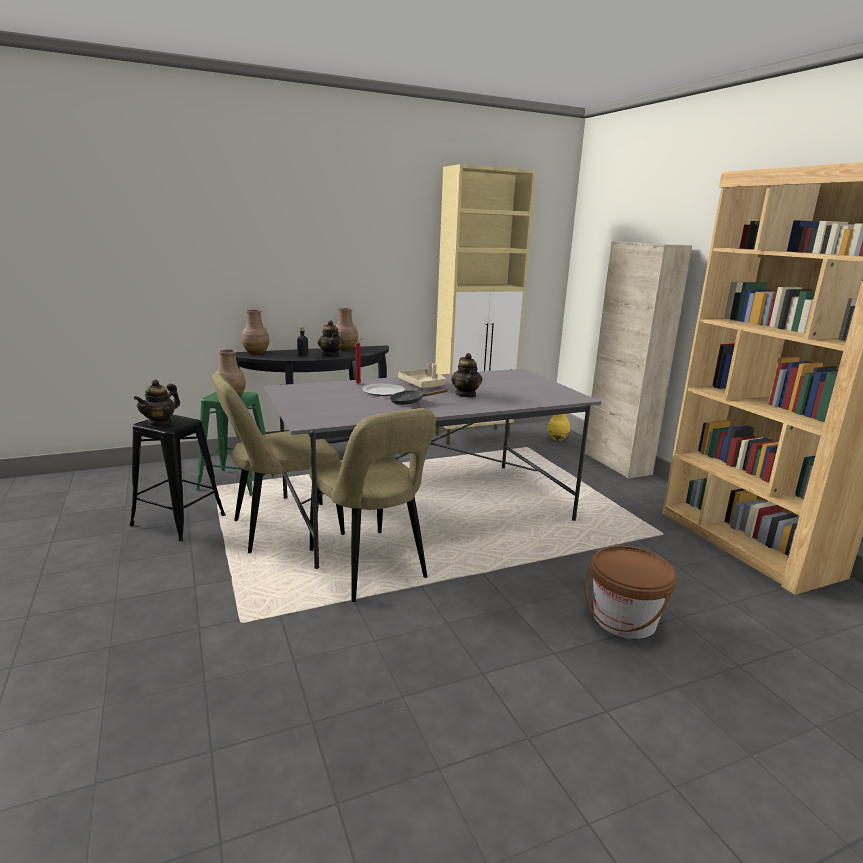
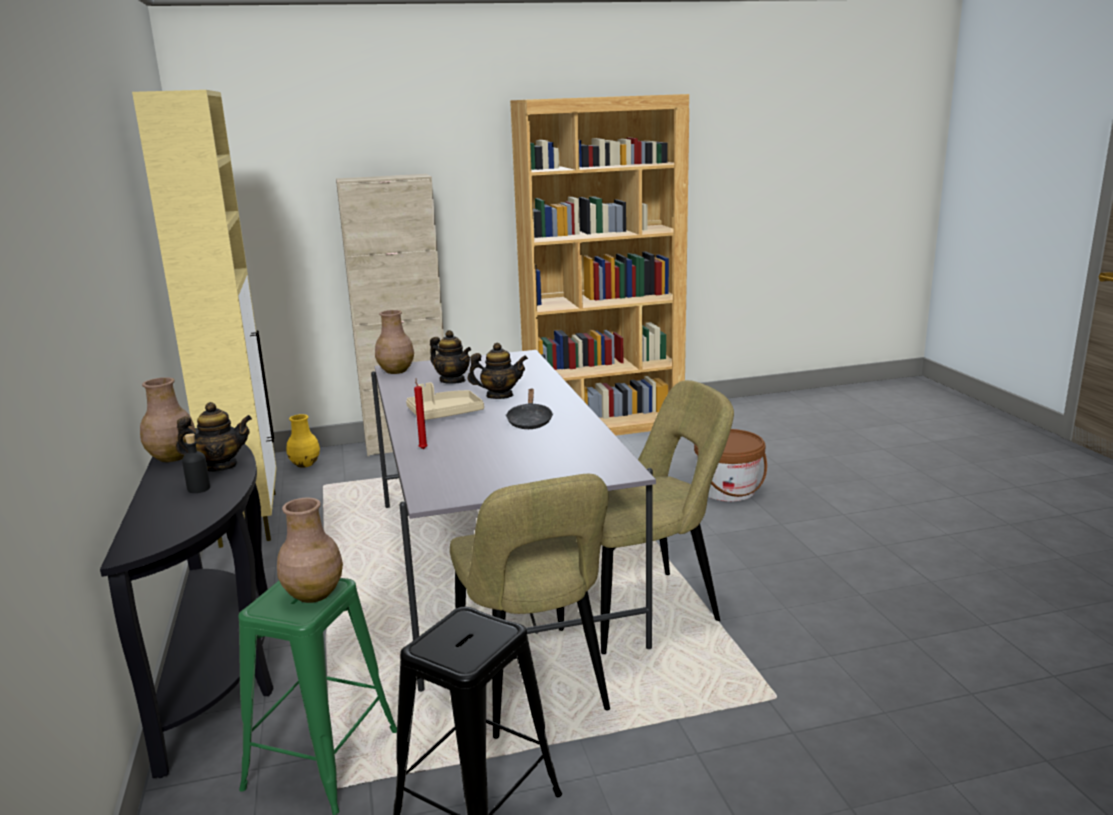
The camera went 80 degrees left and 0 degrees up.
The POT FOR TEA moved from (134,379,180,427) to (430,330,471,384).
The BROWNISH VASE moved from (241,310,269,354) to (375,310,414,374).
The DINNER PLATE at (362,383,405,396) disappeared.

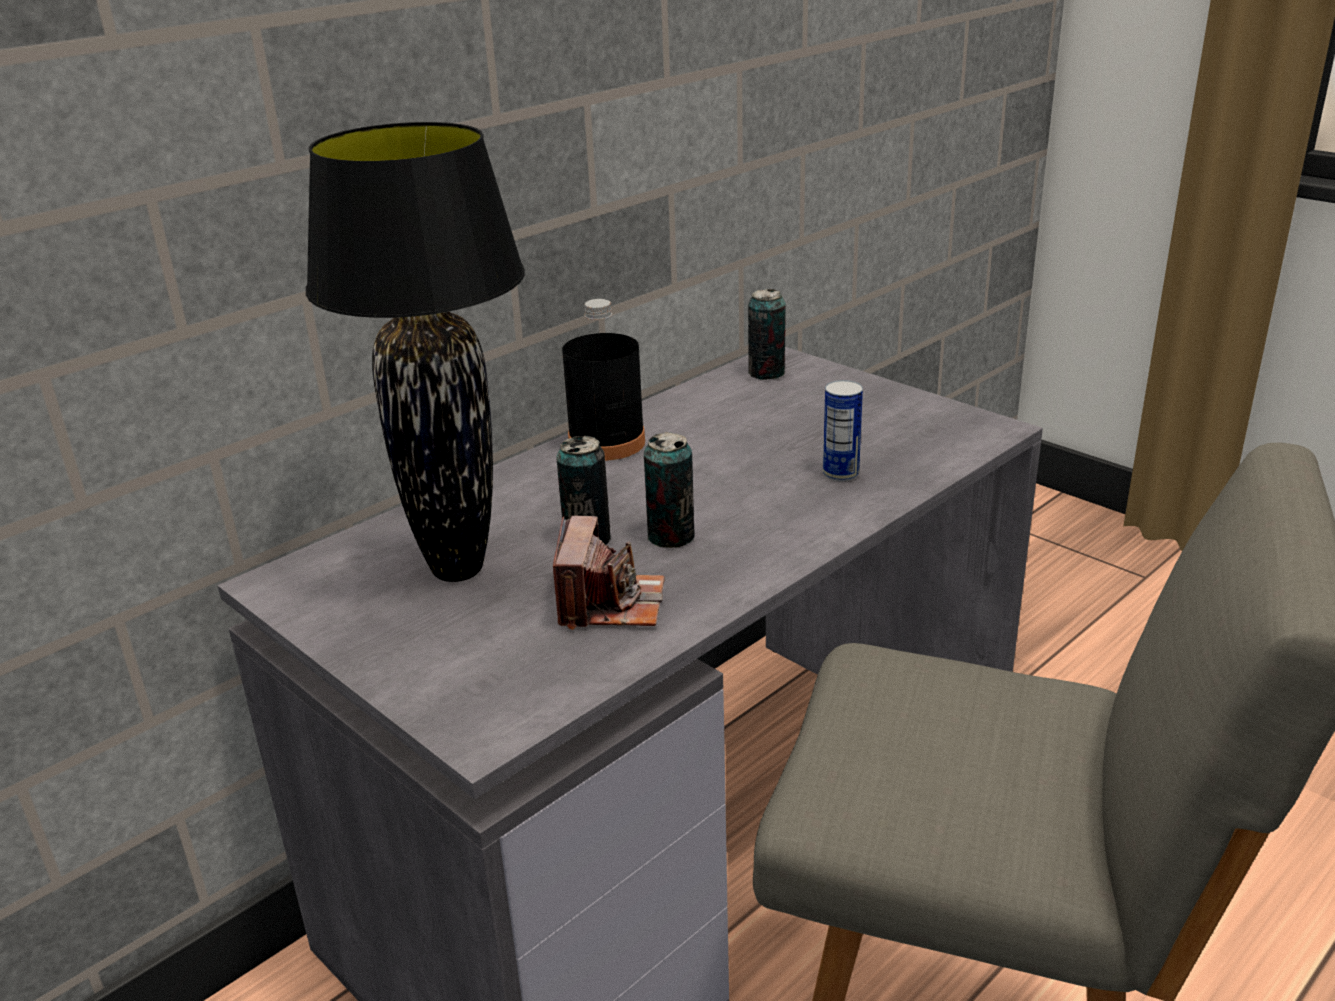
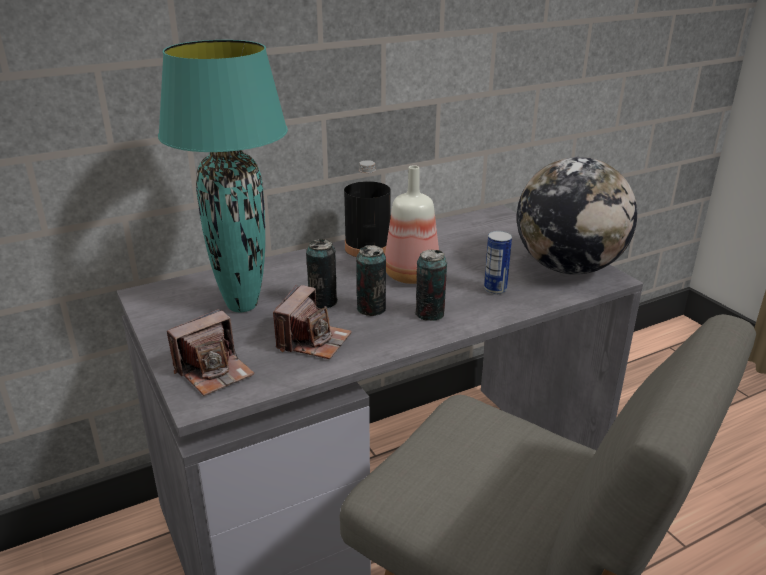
The camera went 15 degrees right and 0 degrees up.
The BLACK LAMP FOR A TABLE at (306,122,525,582) became the TURQUOISE LAMP FOR A TABLE at (158,40,288,312).
The SEALED CAN moved from (748,289,786,380) to (415,250,447,321).
The PHOTO CAMERA at (167,309,255,396) appeared.
The BOTTLE at (385,165,439,284) appeared.
The WORLD GLOBE at (517,157,637,275) appeared.

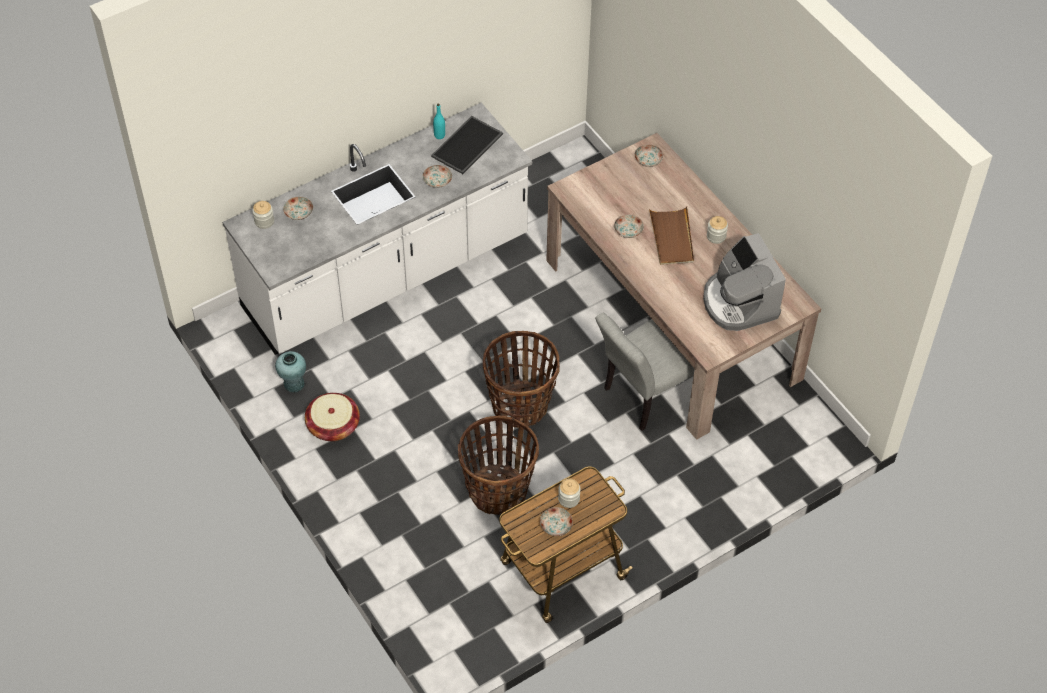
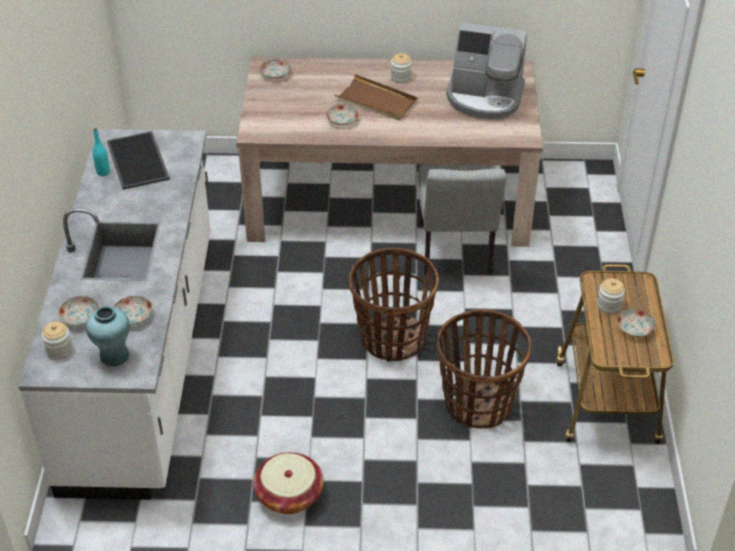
The camera went 55 degrees left and 10 degrees down.
The TURQUOISE VASE moved from (275,351,306,392) to (86,306,130,366).
The DINNER PLATE moved from (422,165,452,188) to (114,296,153,325).

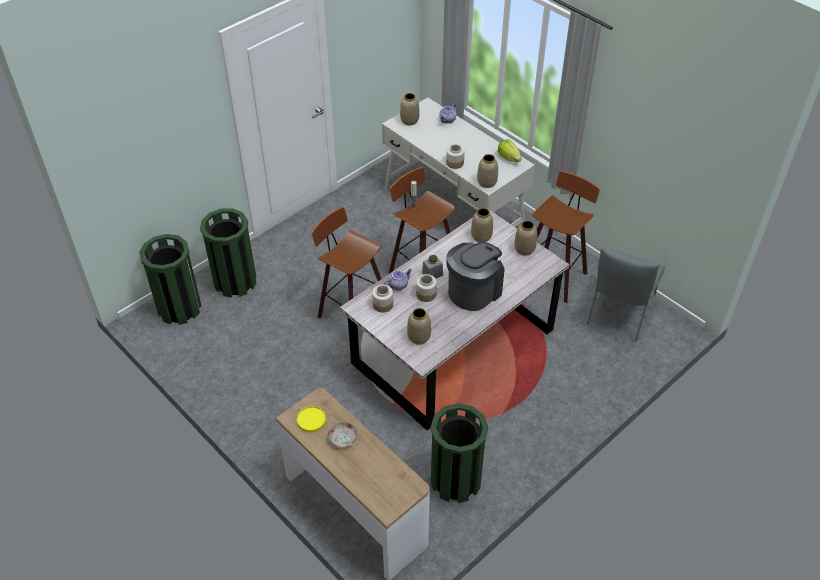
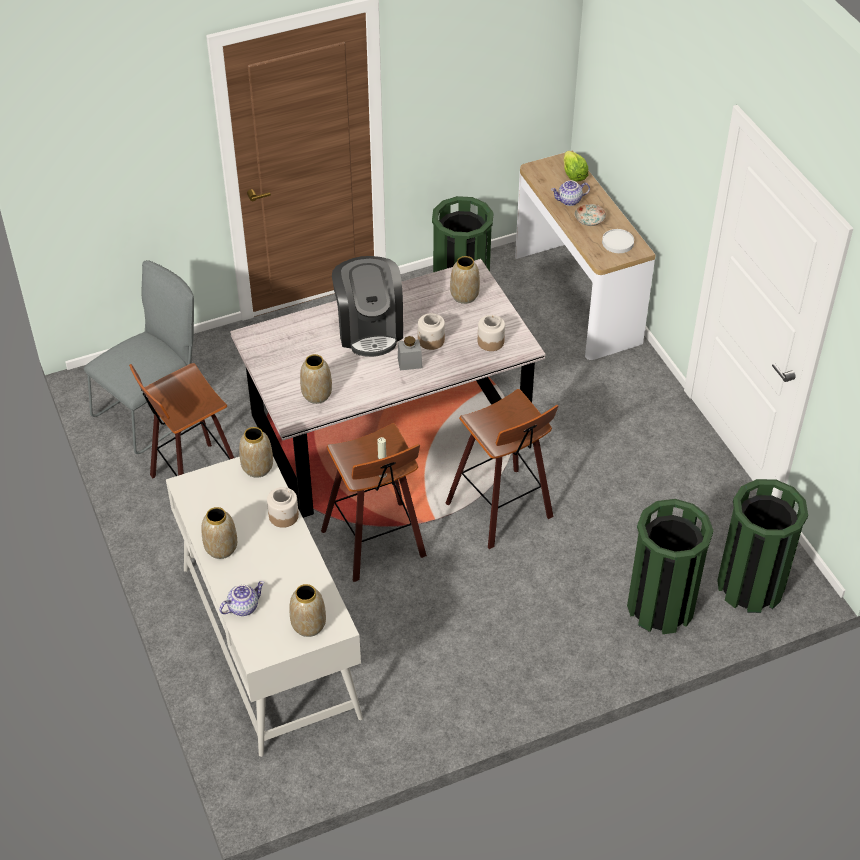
The camera went 160 degrees left and 0 degrees up.
The YELLOW DINNER PLATE at (297,406,326,433) became the WHITE-COLOURED DINNER PLATE at (602,229,634,253).
The POT FOR TEA moved from (384,268,412,290) to (551,181,590,206).
The COFFEE MAKER at (446,242,505,311) turned 75 degrees counterclockwise.
The LETTUCE moved from (497,139,522,162) to (564,151,588,182).
The VASE moved from (514,220,537,255) to (201,507,237,559).

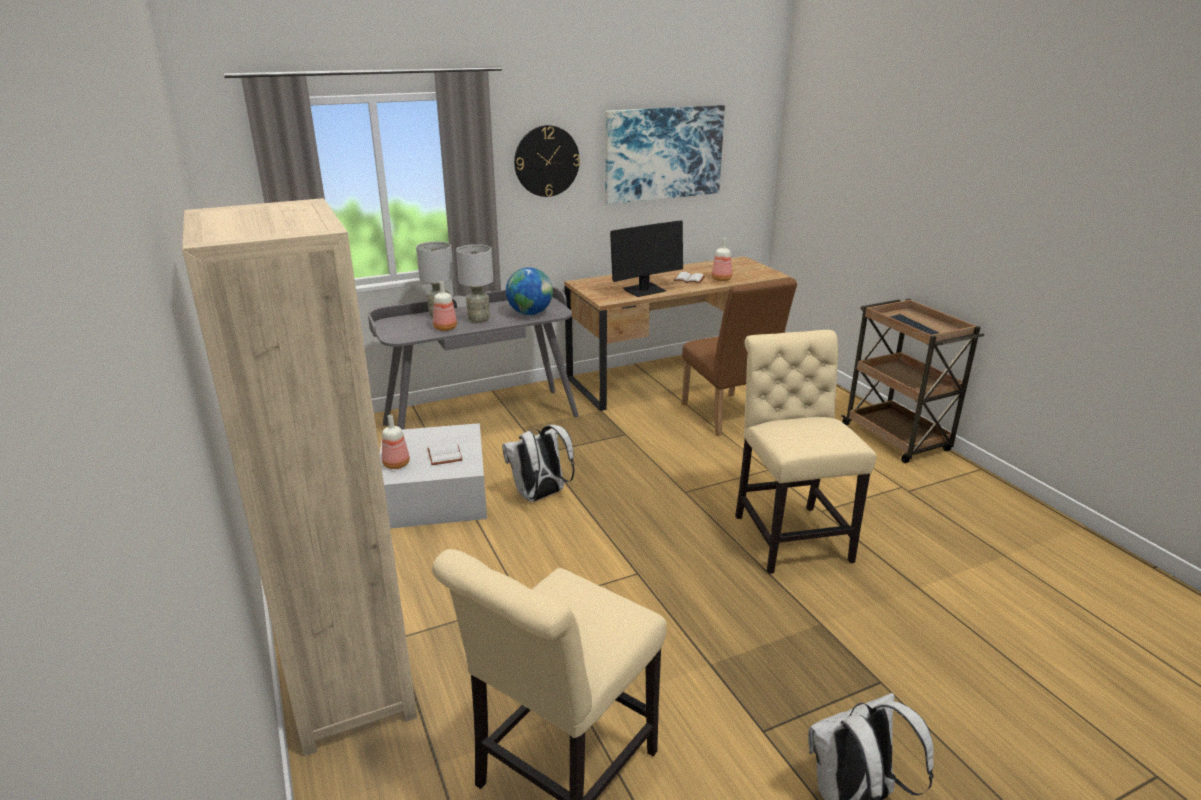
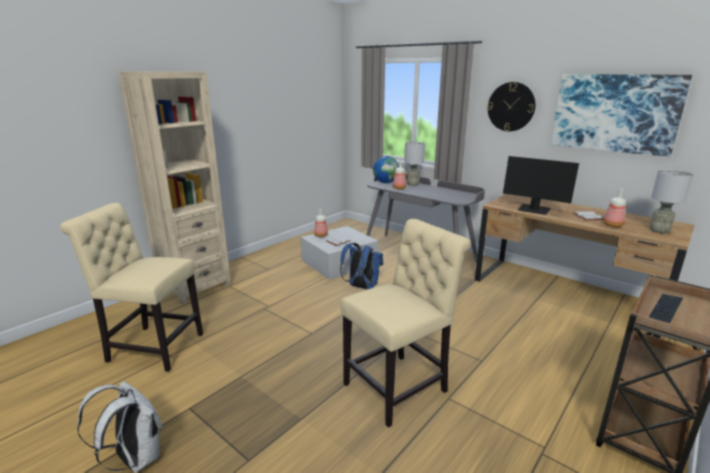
The camera went 65 degrees right and 5 degrees down.
The GRAY LAMP FOR A TABLE moved from (456,244,493,323) to (649,170,693,234).
The WHITE-COLOURED BACKPACK at (502,425,575,502) became the BLUISH BACKPACK at (340,243,383,289).
The WORLD GLOBE moved from (506,267,553,315) to (373,156,399,183).
The BROWNISH PLAIN CHAIR at (682,278,797,436) disappeared.

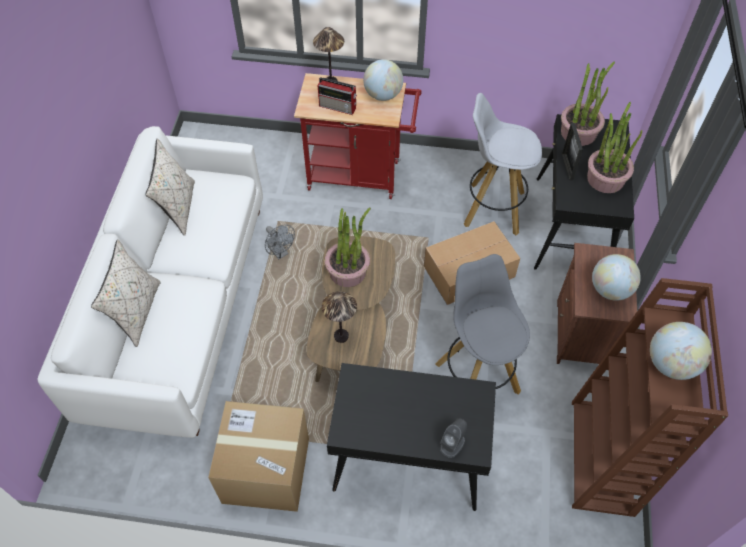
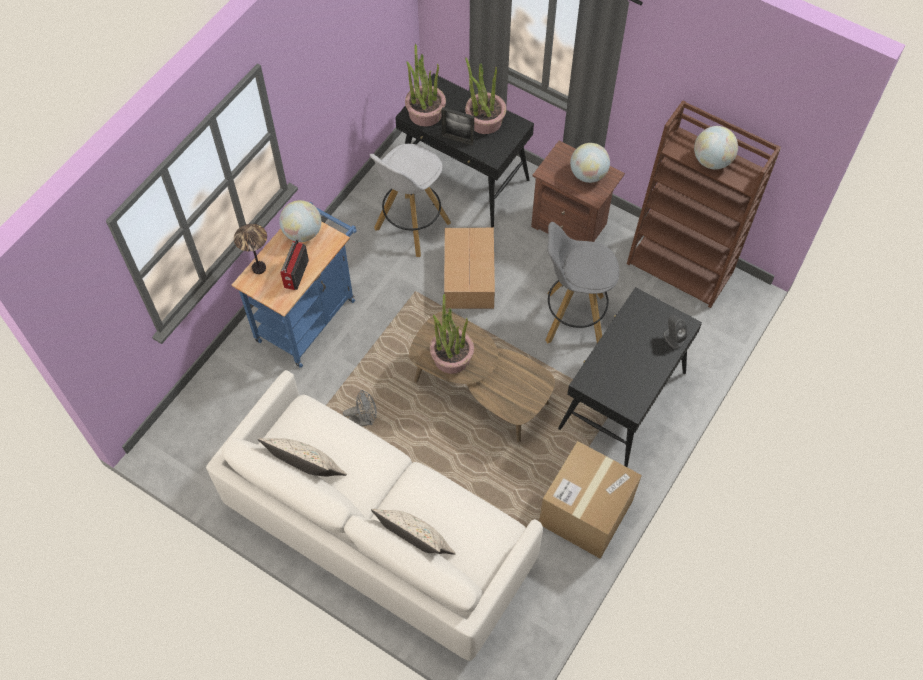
The camera went 65 degrees left and 5 degrees up.
The RED CART at (294,73,422,199) became the BLUISH CART at (232,202,357,368).
The RADIO RECEIVER at (318,77,357,115) turned 150 degrees clockwise.
The LAMP FOR A TABLE at (321,291,357,343) disappeared.

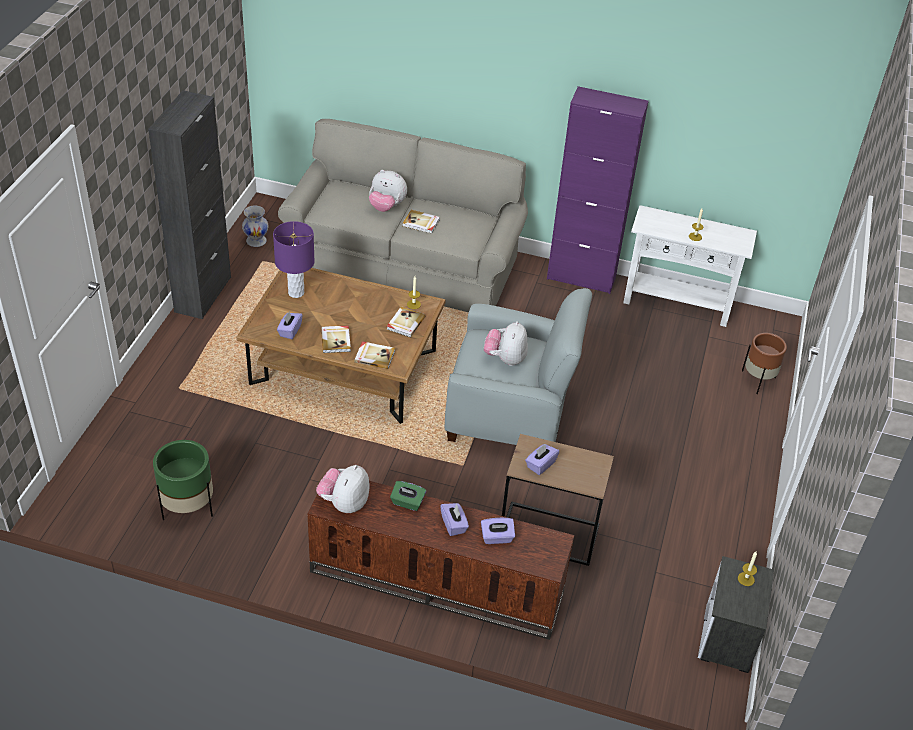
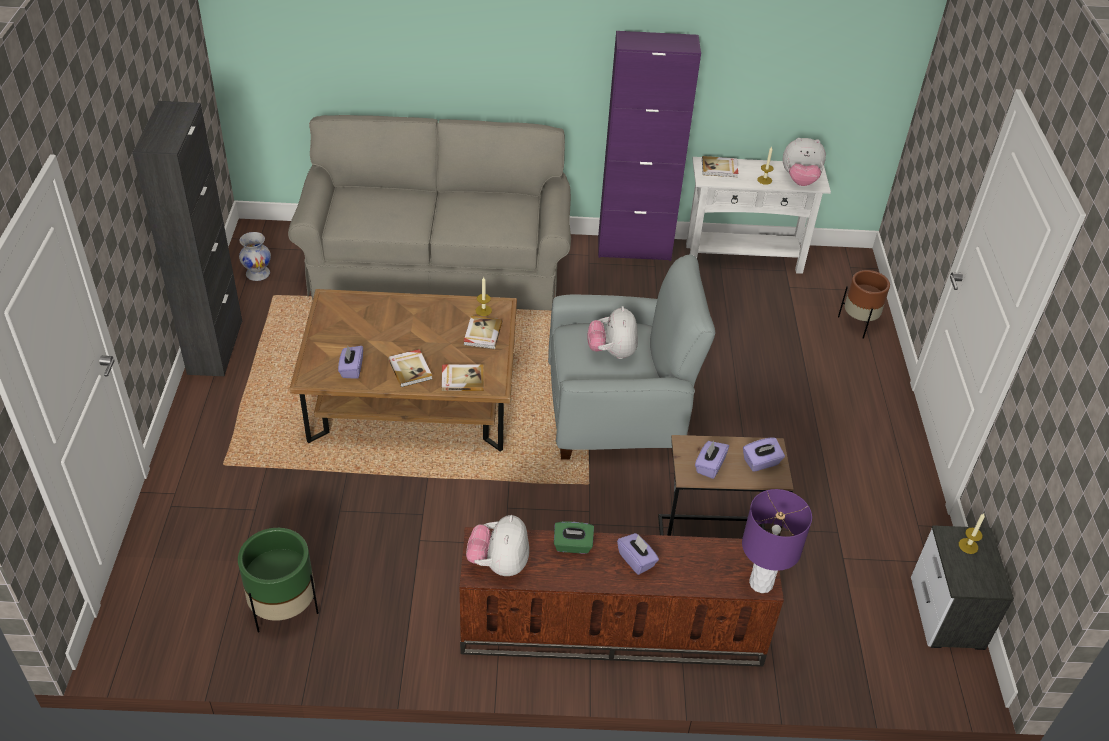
The camera went 15 degrees left and 0 degrees up.
The PURPLE LAMP FOR A TABLE moved from (273,221,315,298) to (742,489,812,593).
The CUDDLY TOY moved from (369,170,407,212) to (782,138,826,186).
The BOUND BOOK moved from (403,210,440,234) to (702,156,738,177).
The PURPLE TISSUE BOX moved from (481,518,515,544) to (743,438,785,472).

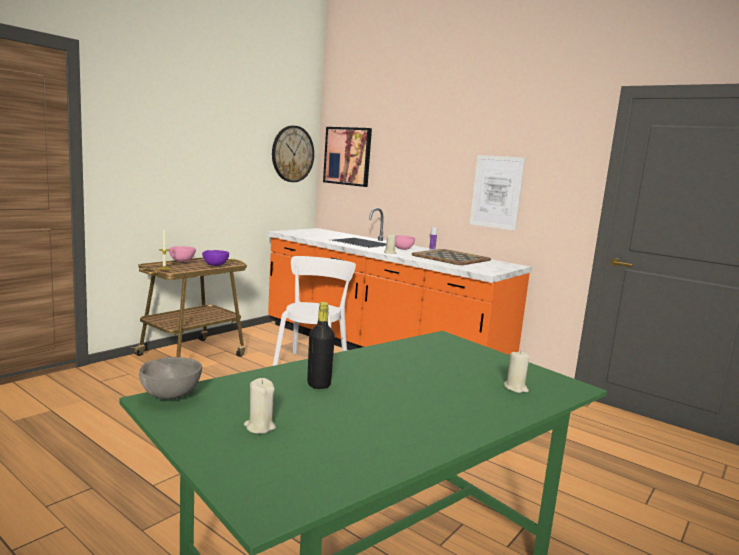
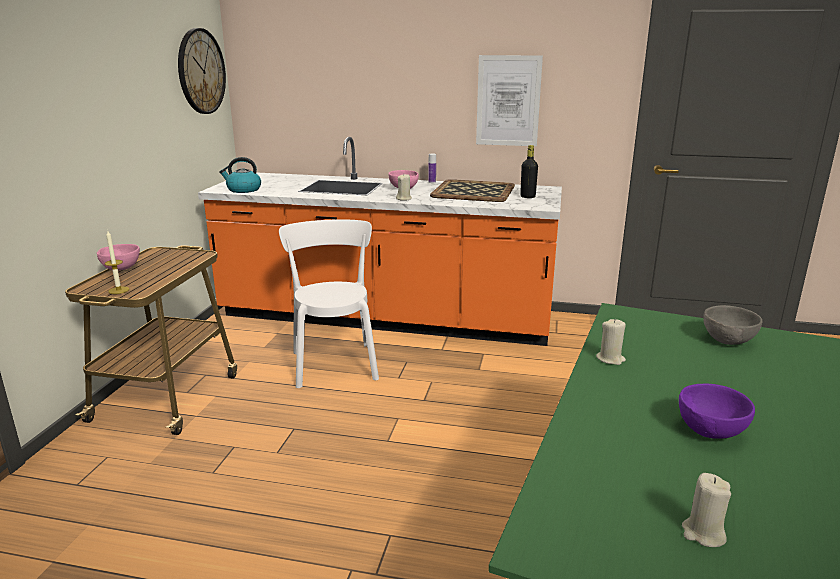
The camera went 25 degrees left and 10 degrees up.
The GRAY BOWL moved from (139,357,202,399) to (703,305,762,345).
The PURPLE BOWL moved from (202,250,229,266) to (679,384,755,439).
The BLACK BOTTLE moved from (307,302,335,389) to (520,145,538,198).
The WALL PICTURE at (323,127,372,187) disappeared.
The BEIGE-COLOURED WAX CANDLE moved from (504,350,530,393) to (596,319,626,365).
The TEA KETTLE at (219,157,261,193) appeared.

